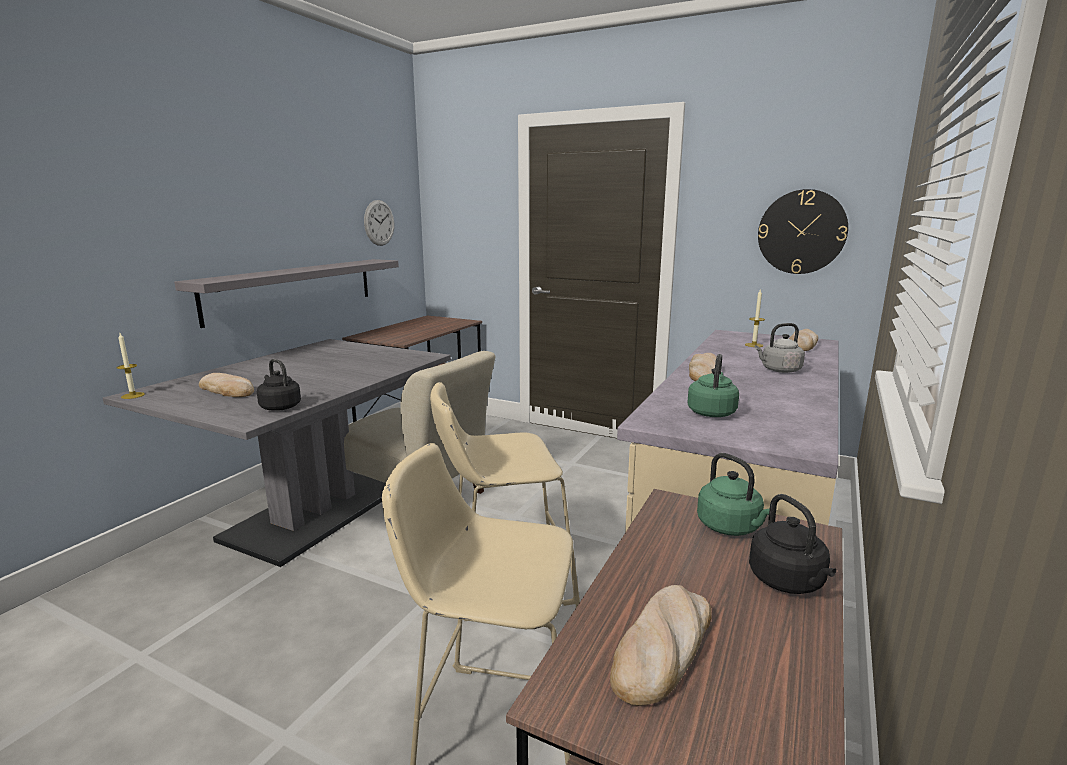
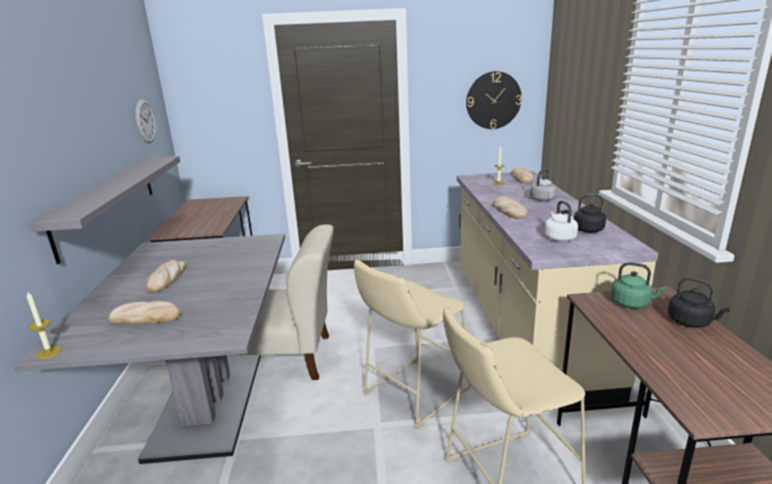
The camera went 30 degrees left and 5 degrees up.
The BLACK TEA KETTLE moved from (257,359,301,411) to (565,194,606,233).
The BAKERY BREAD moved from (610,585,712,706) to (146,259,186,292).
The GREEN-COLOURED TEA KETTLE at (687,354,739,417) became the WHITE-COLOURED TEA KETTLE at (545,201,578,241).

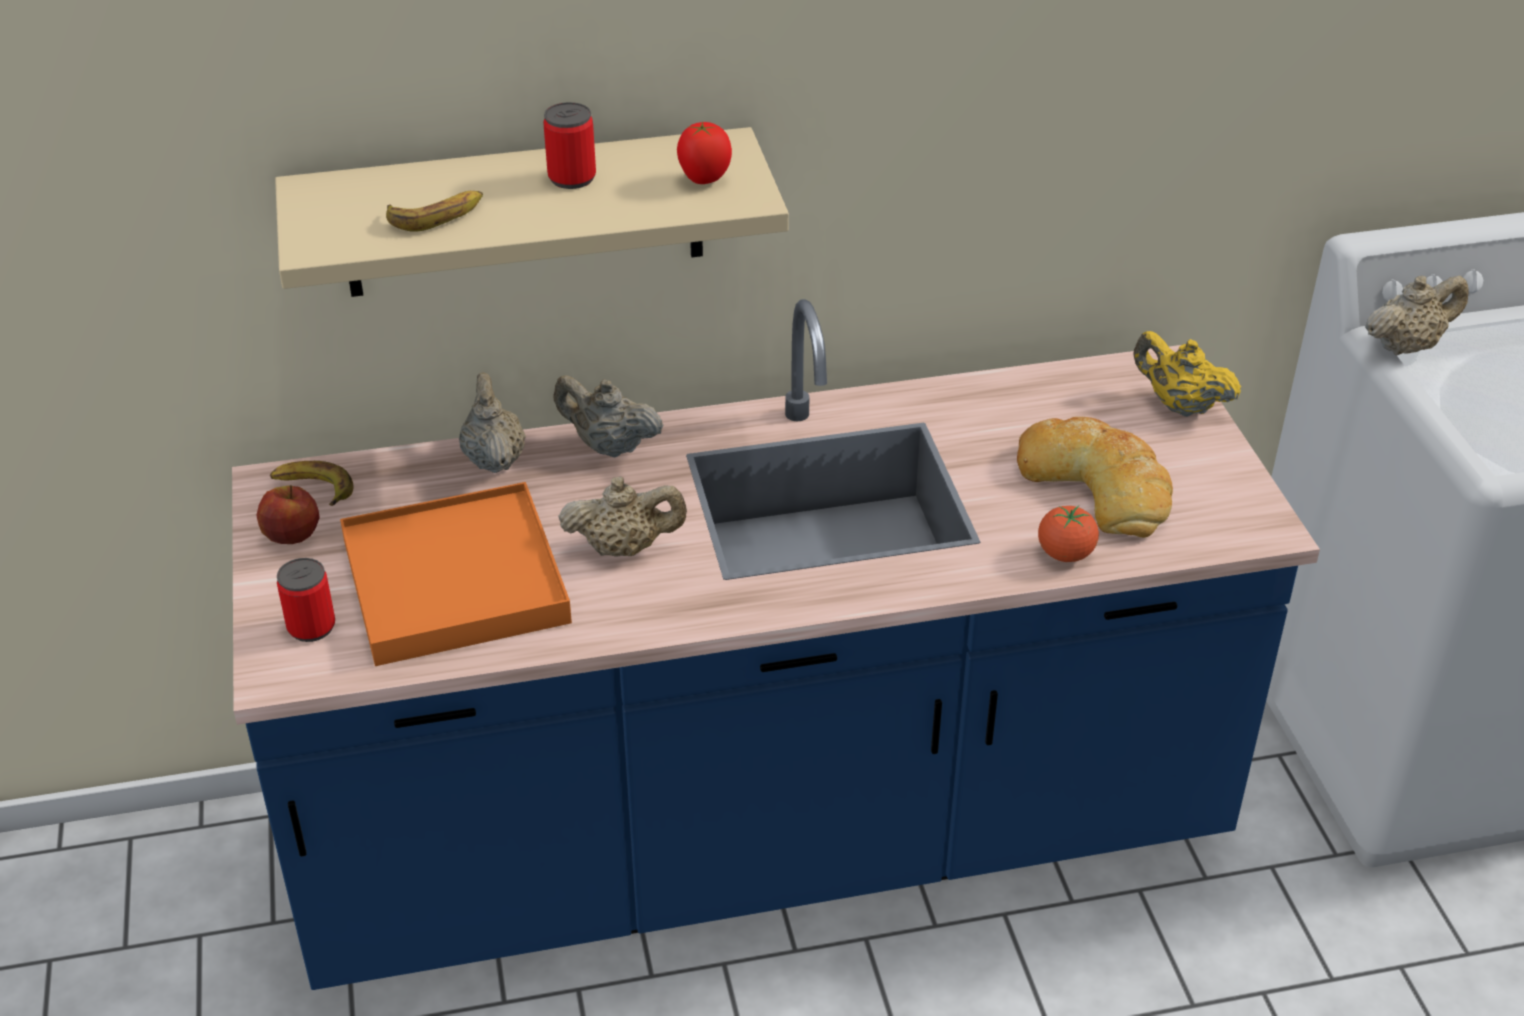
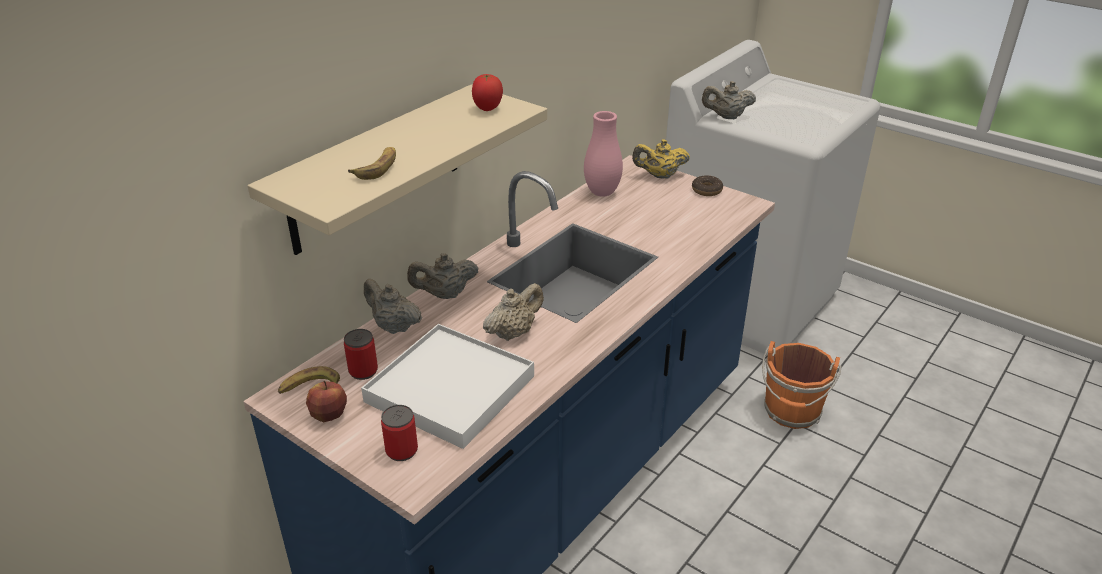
The camera went 40 degrees left and 5 degrees down.
The ORANGE-COLOURED SERVING TRAY at (340,482,572,666) became the WHITE-COLOURED SERVING TRAY at (361,324,534,449).
The SEALED CAN moved from (543,102,596,189) to (344,329,378,380).
The BAKERY BREAD at (1017,417,1173,538) disappeared.
The FRESH TOMATO at (1038,505,1099,562) disappeared.
The BEIGE-COLOURED POT FOR TEA at (1365,275,1468,356) turned 120 degrees counterclockwise.
The PINK-COLOURED VASE at (584,111,623,197) appeared.
The DOUGHNUT at (692,175,723,196) appeared.
The ORANGE-COLOURED PAIL at (762,341,841,429) appeared.

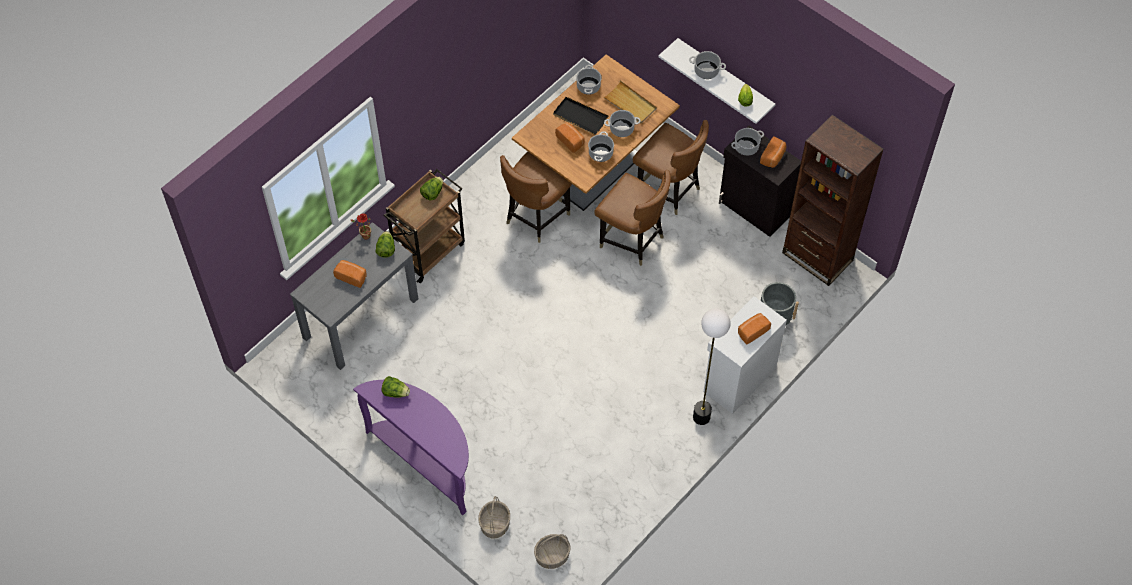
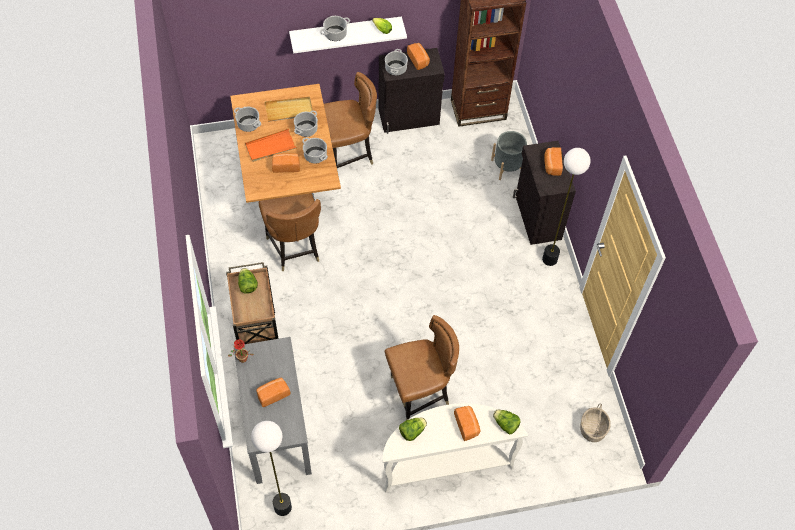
The camera went 55 degrees left and 0 degrees up.
The PURPLE CONSOLE TABLE at (353,380,469,515) became the WHITE-COLOURED CONSOLE TABLE at (382,403,528,492).
The LETTUCE moved from (376,231,395,258) to (493,410,521,434).
The BASKET at (478,496,510,539) disappeared.
The BLACK SERVING TRAY at (553,97,609,135) became the ORANGE-COLOURED SERVING TRAY at (245,128,296,162).
The BROWNISH PLAIN CHAIR moved from (594,170,671,266) to (385,315,459,420).
The WHITE-COLOURED STORAGE CABINET at (704,296,787,414) became the BLACK STORAGE CABINET at (513,141,576,245).
The STANDARD LAMP at (251,421,292,516) appeared.
The BAKERY BREAD at (454,406,480,441) appeared.

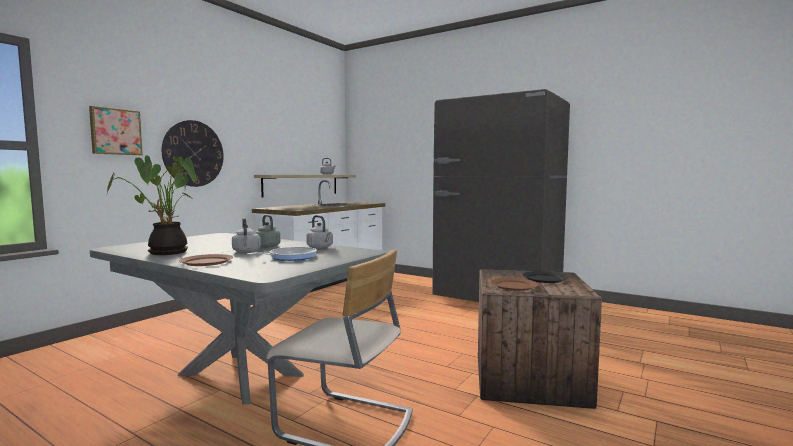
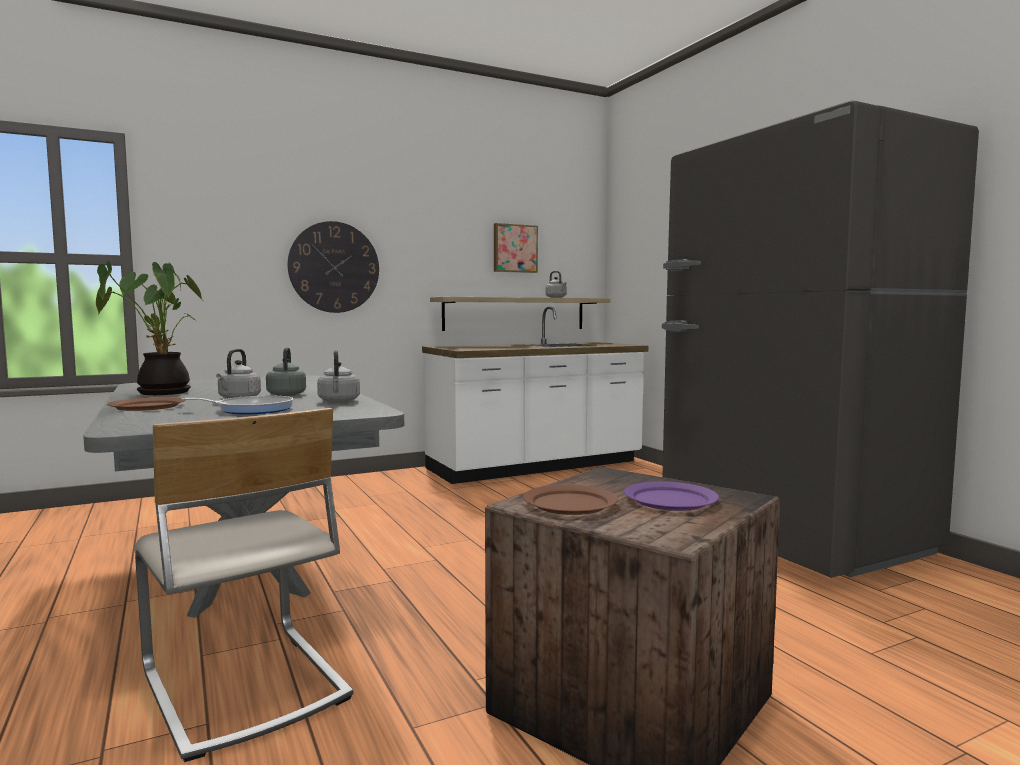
The camera went 30 degrees right and 0 degrees up.
The WALL PICTURE moved from (89,106,143,155) to (494,223,538,273).
The BLACK DINNER PLATE at (523,271,568,283) became the PURPLE DINNER PLATE at (624,481,719,511).

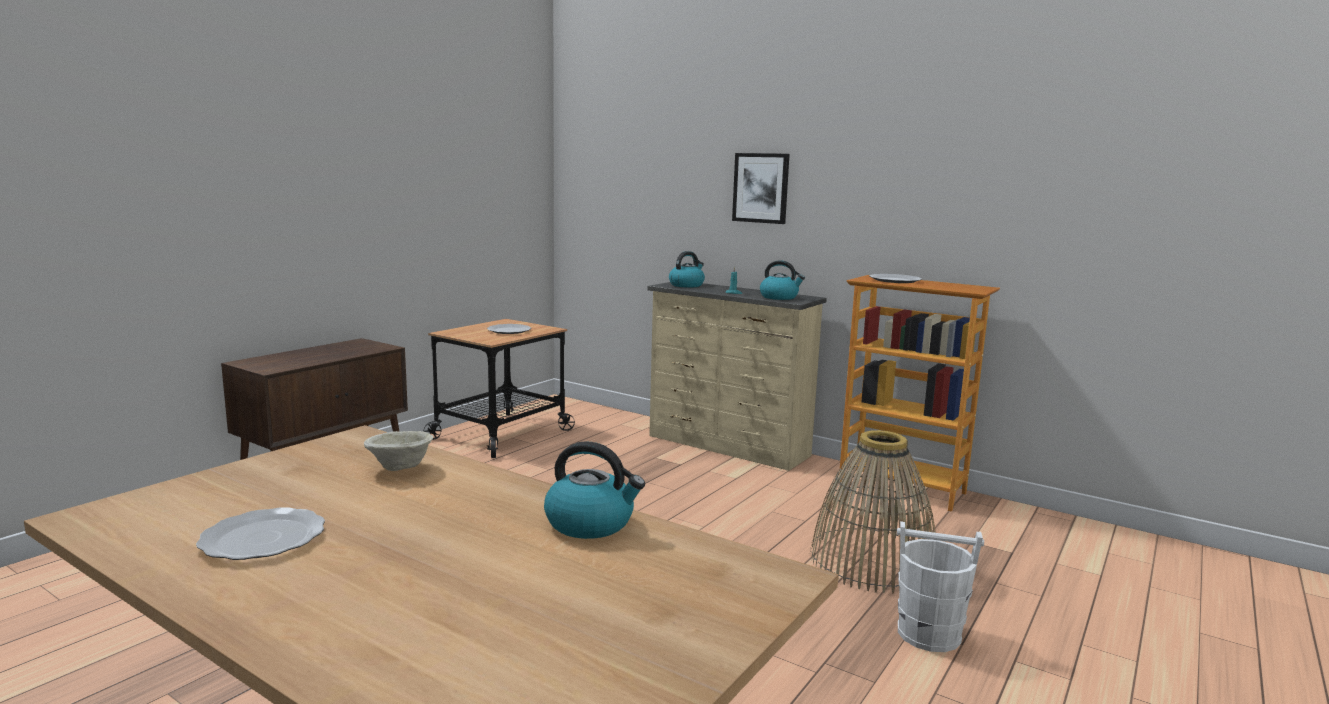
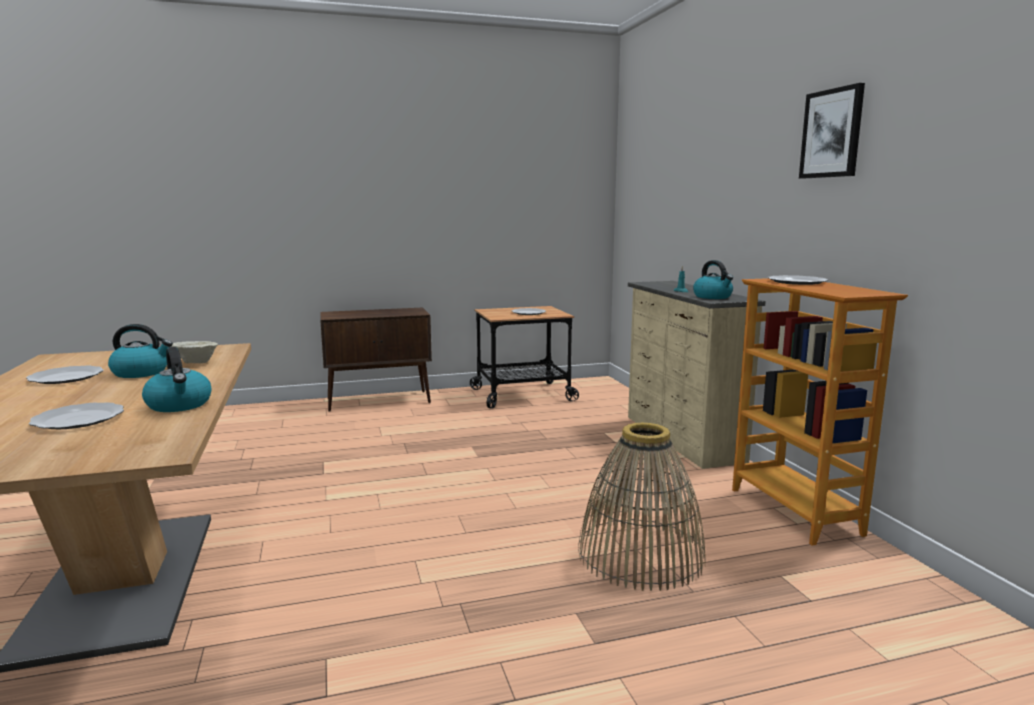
The camera went 40 degrees right and 0 degrees up.
The TEA KETTLE moved from (669,251,705,287) to (108,324,173,378).
The WALL PICTURE moved from (732,153,790,224) to (799,83,865,179).
The WHITE-COLOURED PAIL at (897,521,984,652) disappeared.
The DINNER PLATE at (29,402,124,429) appeared.

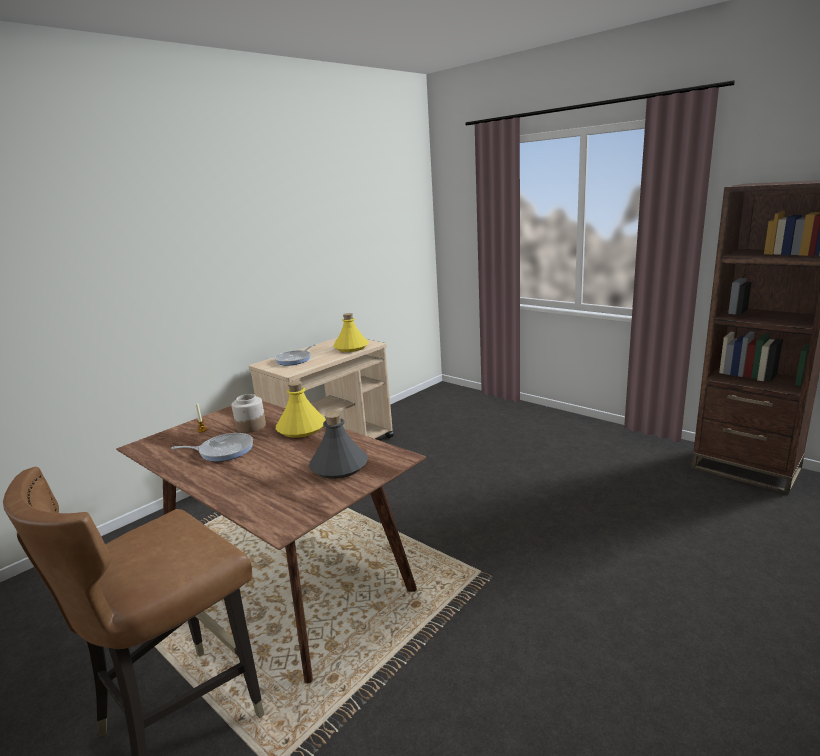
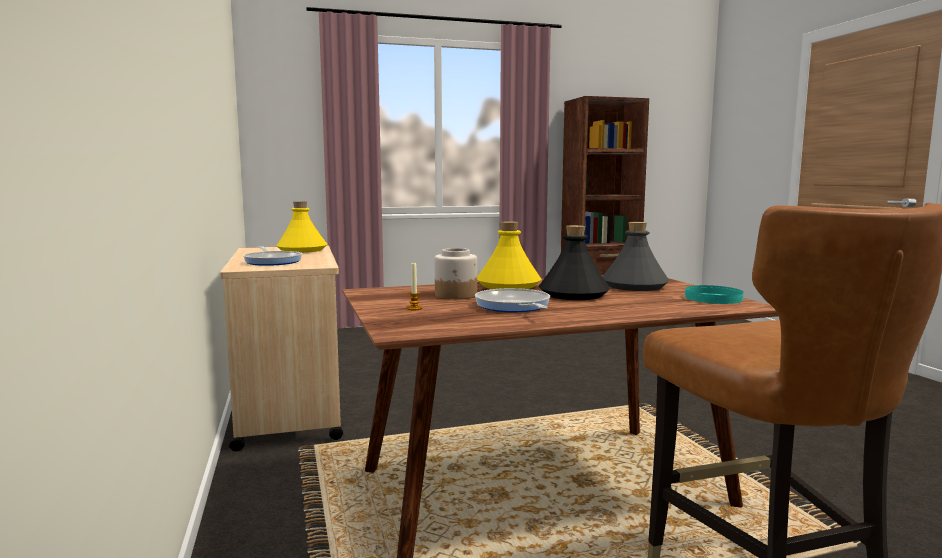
The camera went 60 degrees left and 10 degrees down.
The PAN at (171,433,253,462) turned 45 degrees counterclockwise.
The BLACK BOTTLE at (539,225,610,300) appeared.
The TURQUOISE DINNER PLATE at (685,285,743,304) appeared.

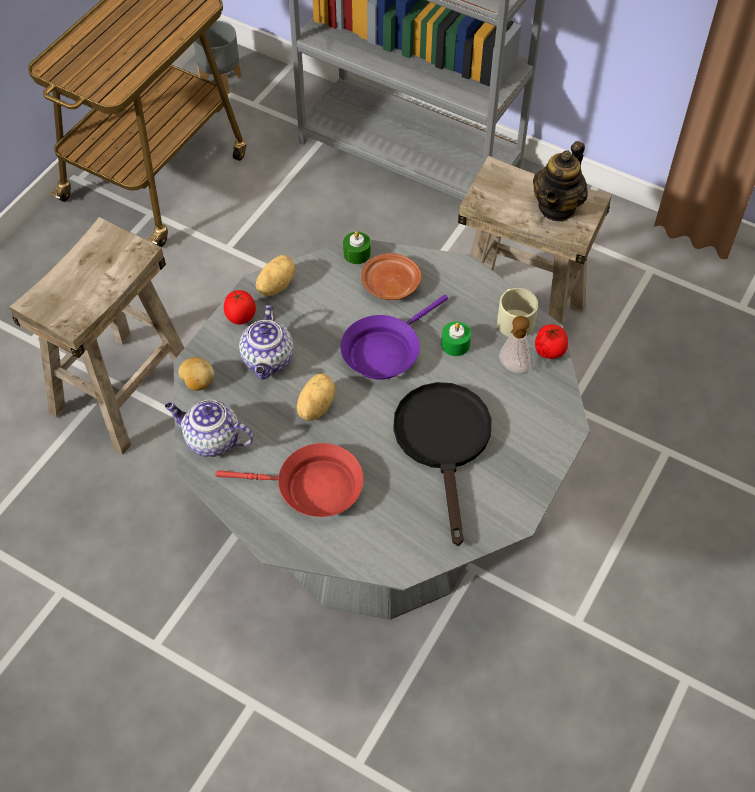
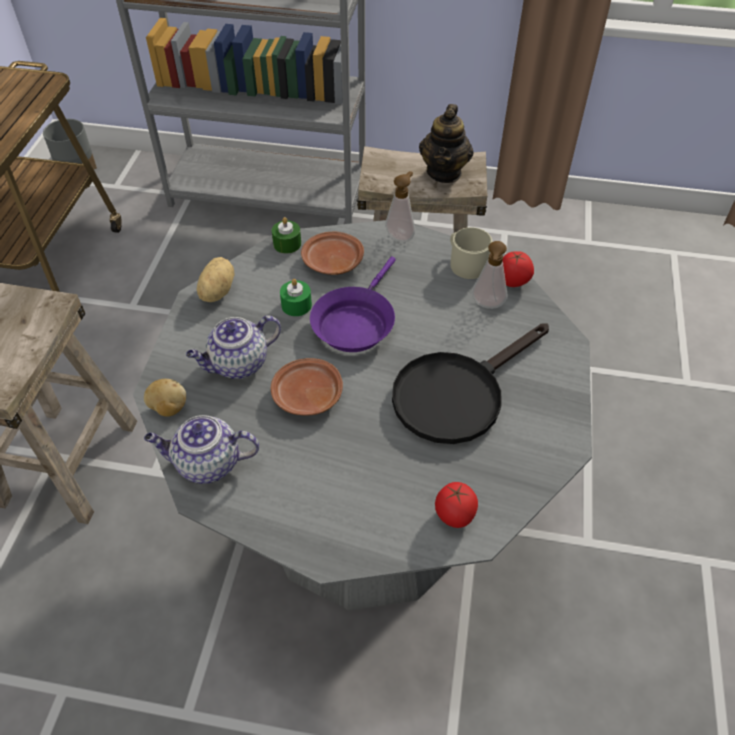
The camera went 20 degrees left and 5 degrees down.
The RED PAN at (216,443,363,517) disappeared.
The FRESH TOMATO moved from (224,290,256,324) to (435,482,478,528).
The POT FOR TEA at (239,305,294,380) turned 75 degrees clockwise.
The WHOLE POTATO at (297,374,335,421) was replaced by the BROWNISH DINNER PLATE at (271,358,343,416).
The BLACK PAN at (393,382,491,546) turned 105 degrees counterclockwise.
The GREEN-COLOURED WAX CANDLE moved from (441,321,471,356) to (280,279,312,316).
The SOAP BOTTLE at (385,171,415,242) appeared.

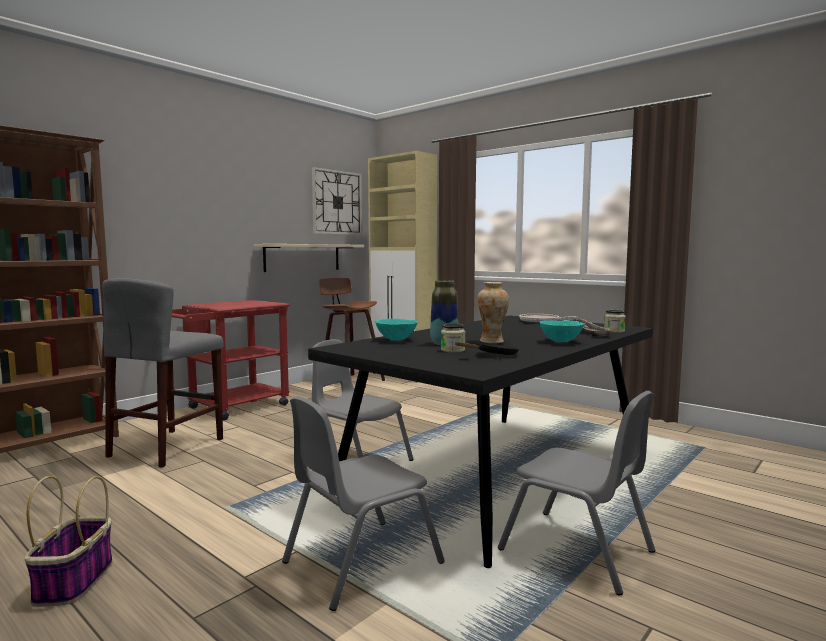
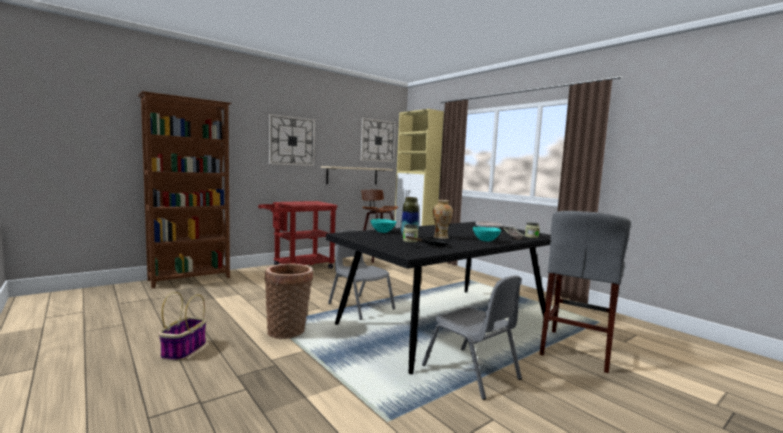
The camera went 10 degrees right and 0 degrees up.
The GRAY SITTING STOOL moved from (102,278,223,468) to (540,211,631,373).
The GRAY PLAIN CHAIR at (282,396,445,611) disappeared.
The BASKET at (265,264,313,339) appeared.
The WALL CLOCK at (269,114,315,166) appeared.

